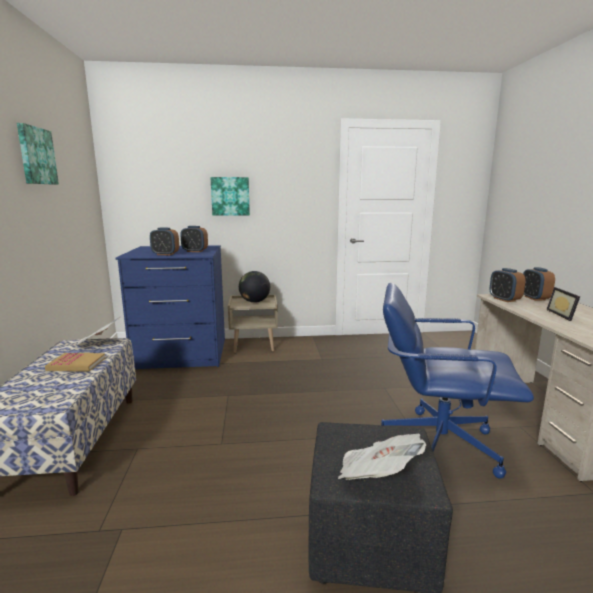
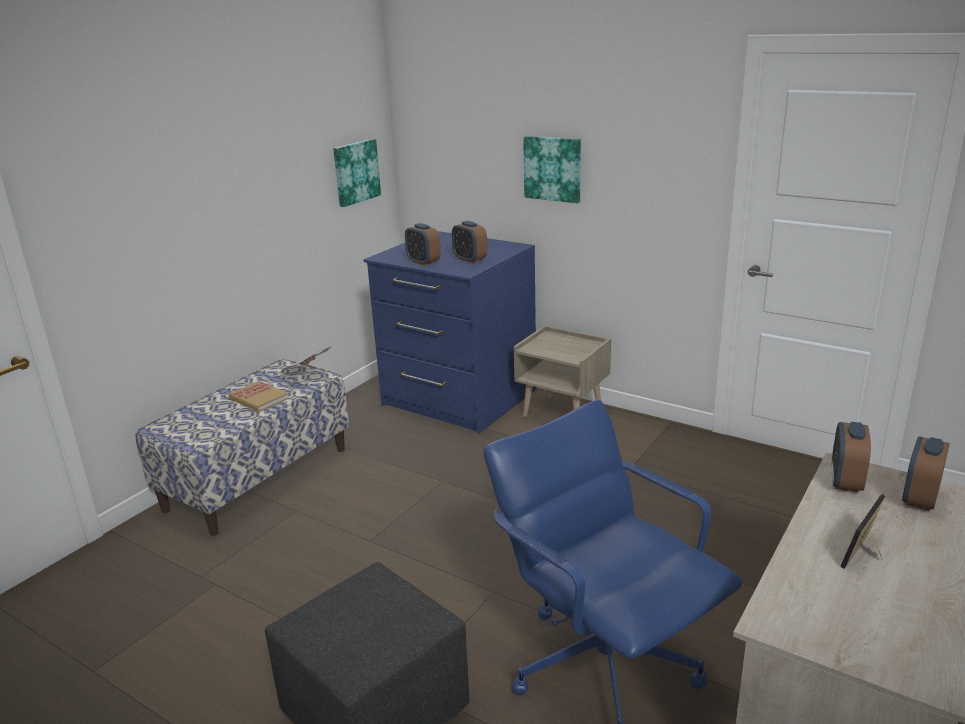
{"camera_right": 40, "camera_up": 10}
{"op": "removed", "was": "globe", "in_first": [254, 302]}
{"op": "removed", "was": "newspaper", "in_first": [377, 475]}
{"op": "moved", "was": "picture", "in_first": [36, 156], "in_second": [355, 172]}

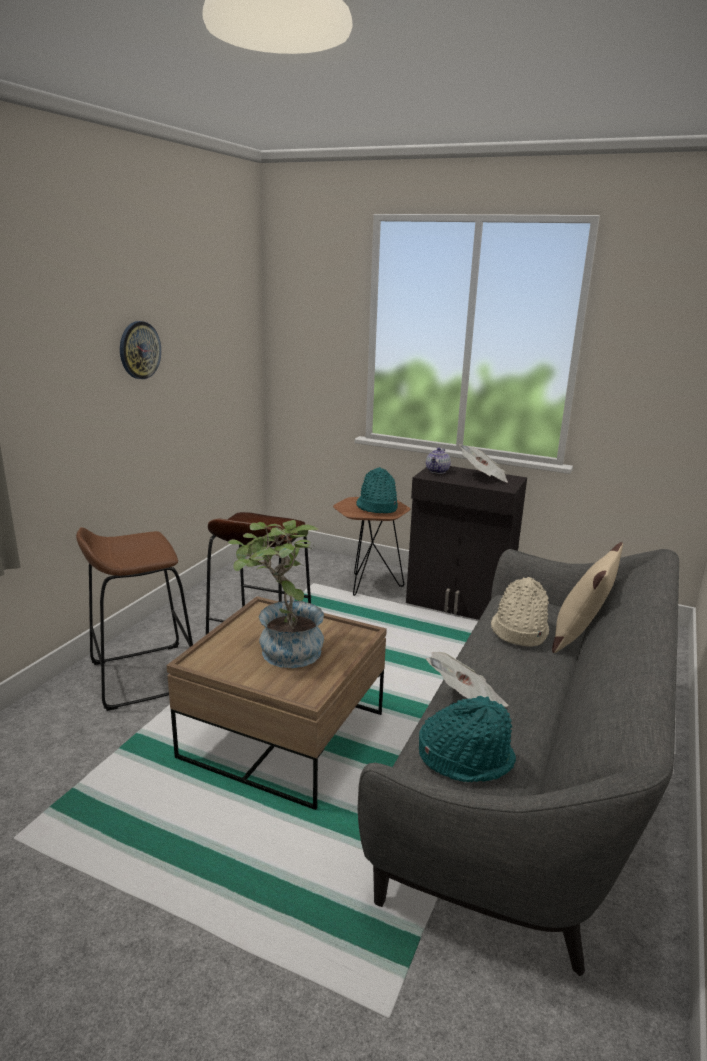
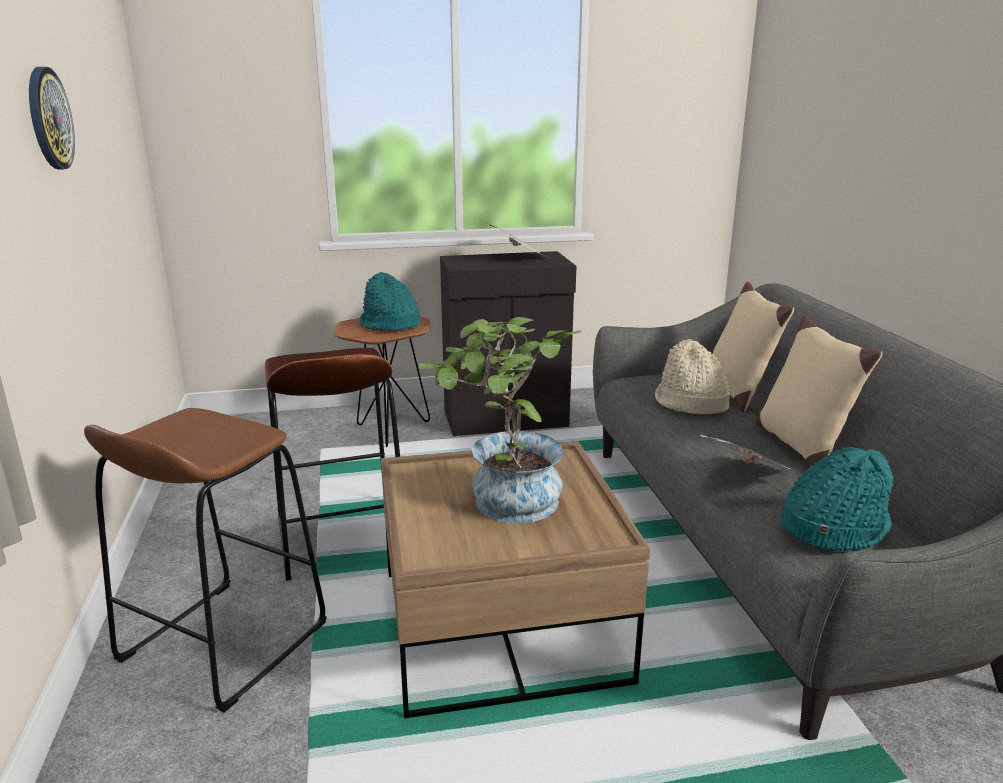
{"camera_right": -35, "camera_up": 0}
{"op": "removed", "was": "teapot", "in_first": [438, 471]}
{"op": "added", "now": "beige pillow", "in_second": [801, 446]}

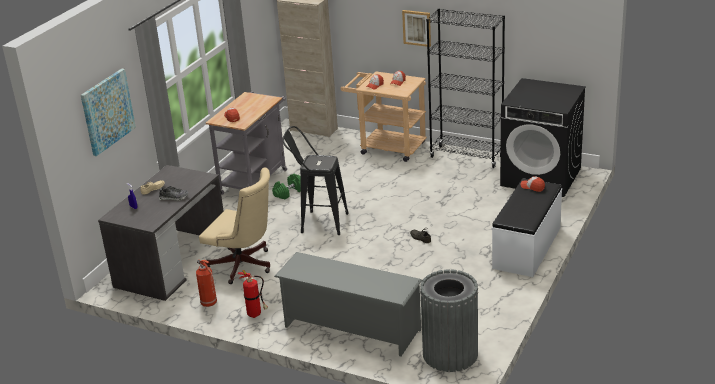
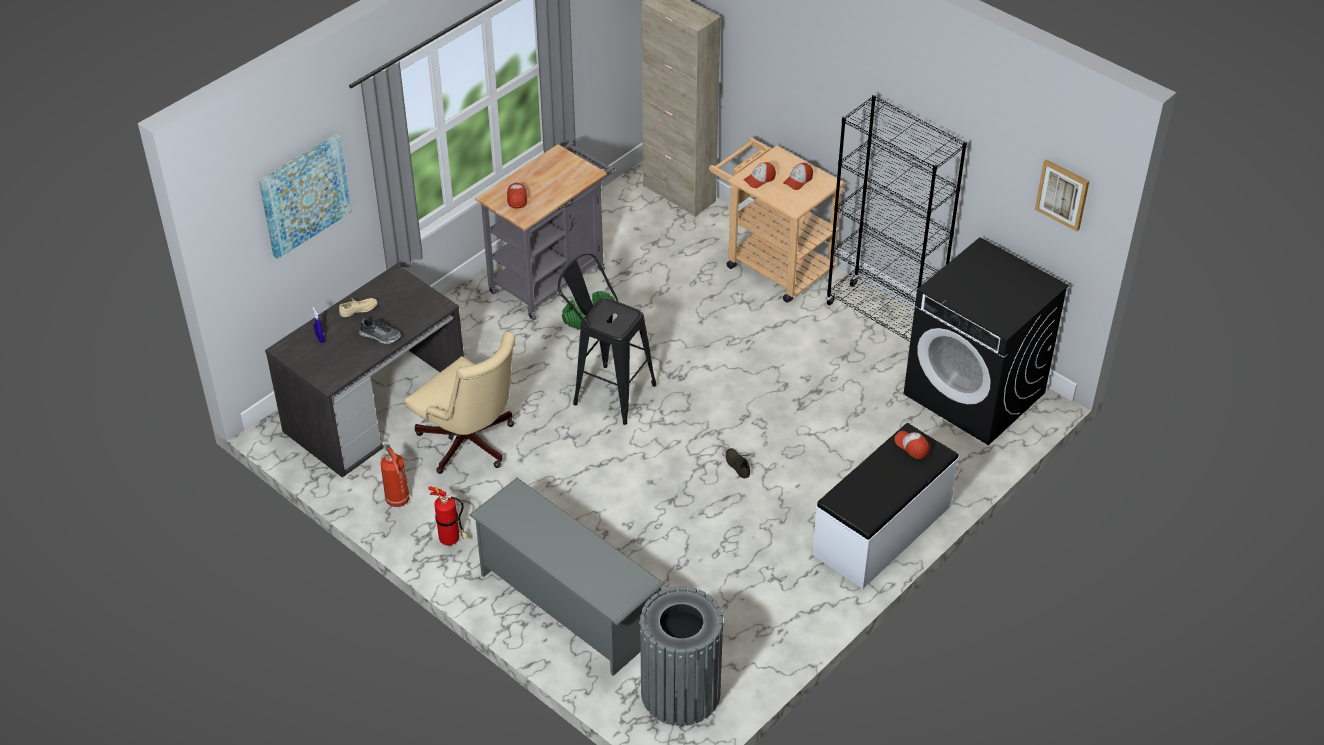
{"camera_right": 15, "camera_up": 15}
{"op": "moved", "was": "picture", "in_first": [417, 28], "in_second": [1063, 194]}

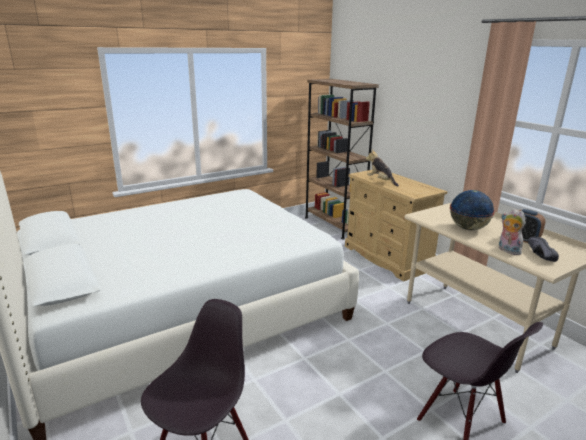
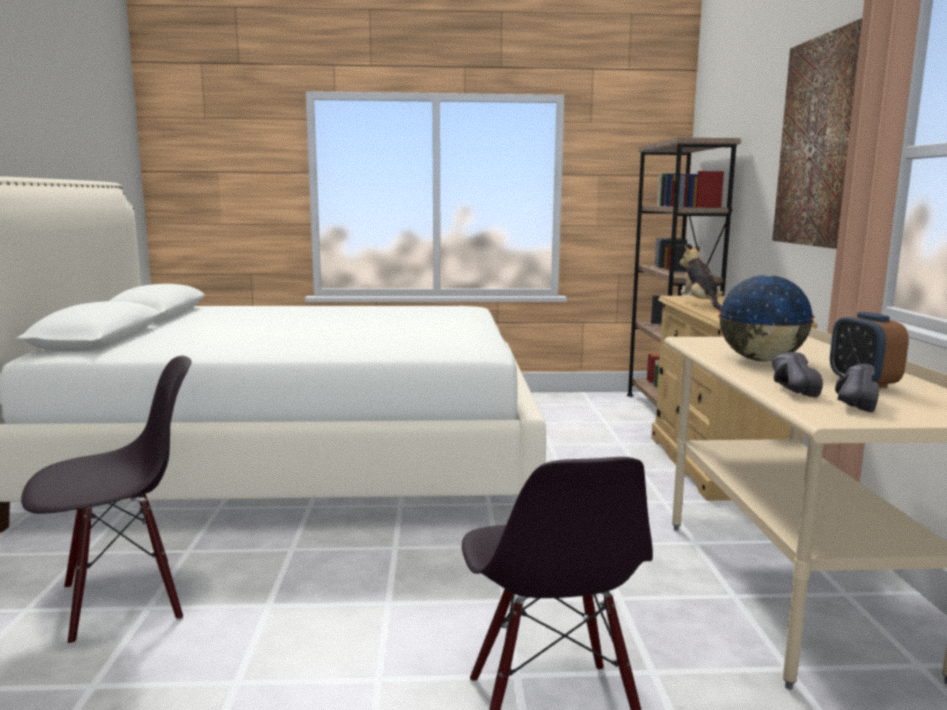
{"camera_right": 30, "camera_up": -10}
{"op": "added", "now": "picture", "in_second": [818, 142]}
{"op": "replaced", "was": "plush toy", "now": "black shoe", "in_first": [507, 250], "in_second": [786, 388]}

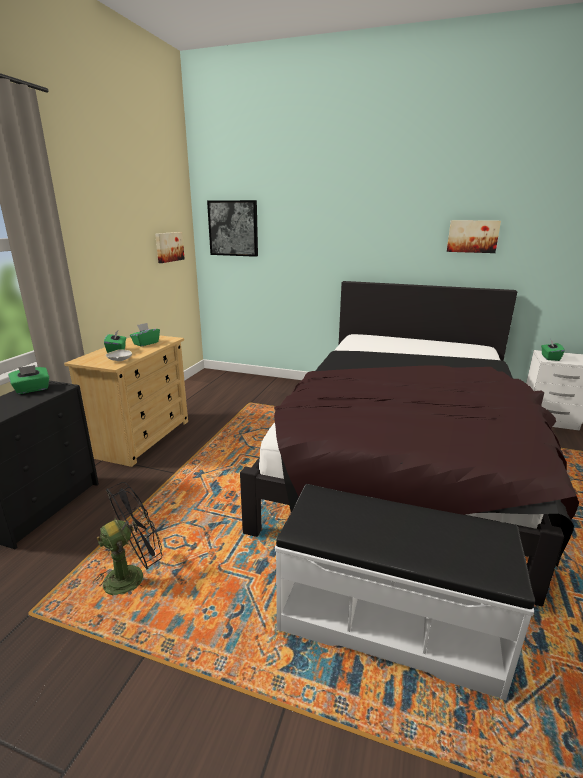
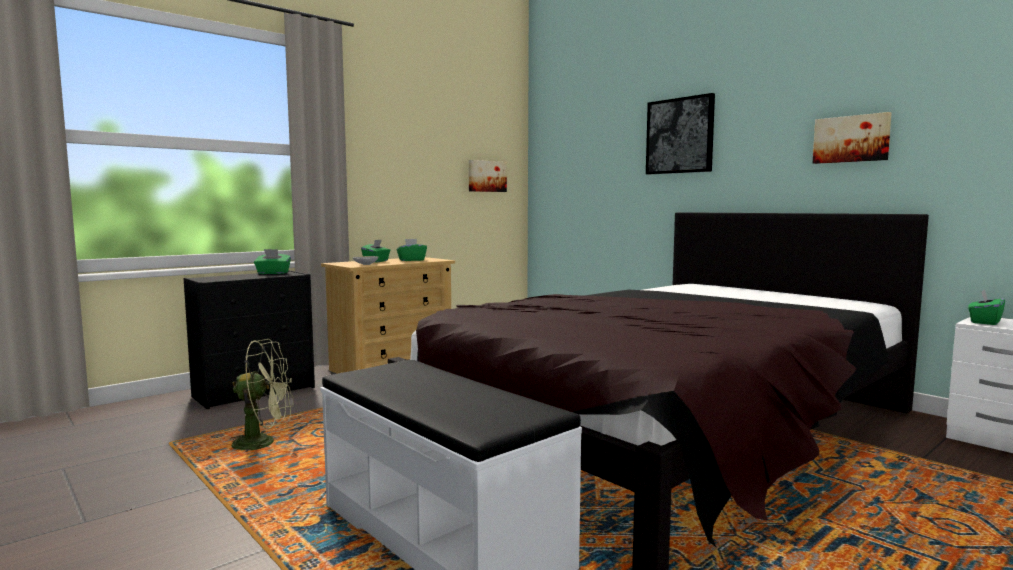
{"camera_right": 30, "camera_up": -15}
{"op": "moved", "was": "picture", "in_first": [233, 228], "in_second": [680, 136]}
{"op": "recoloured", "was": "black fan", "now": "green fan", "in_first": [132, 575], "in_second": [263, 443]}

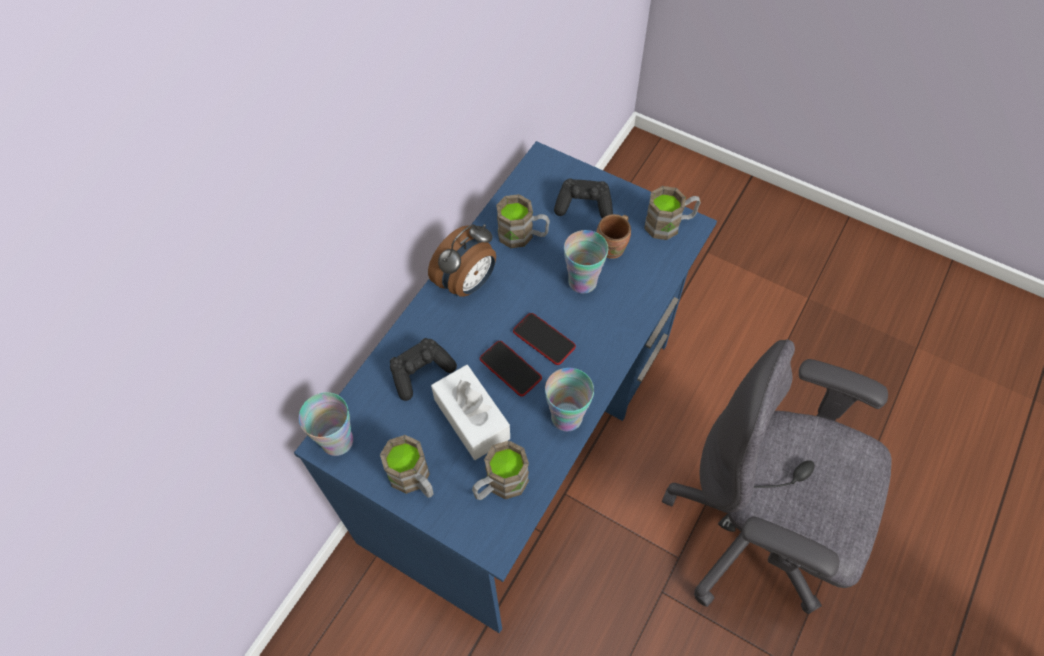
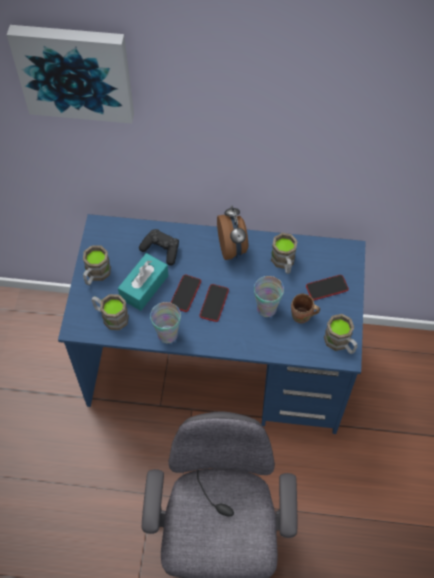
{"camera_right": 65, "camera_up": 0}
{"op": "removed", "was": "cup", "in_first": [337, 441]}
{"op": "added", "now": "picture", "in_second": [75, 71]}
{"op": "replaced", "was": "black game controller", "now": "phone", "in_first": [584, 205], "in_second": [327, 288]}
{"op": "recoloured", "was": "white tissue box", "now": "turquoise tissue box", "in_first": [472, 419], "in_second": [144, 287]}
{"op": "turned", "was": "alarm clock", "in_first": [467, 283], "in_second": [232, 248], "clockwise": -120}

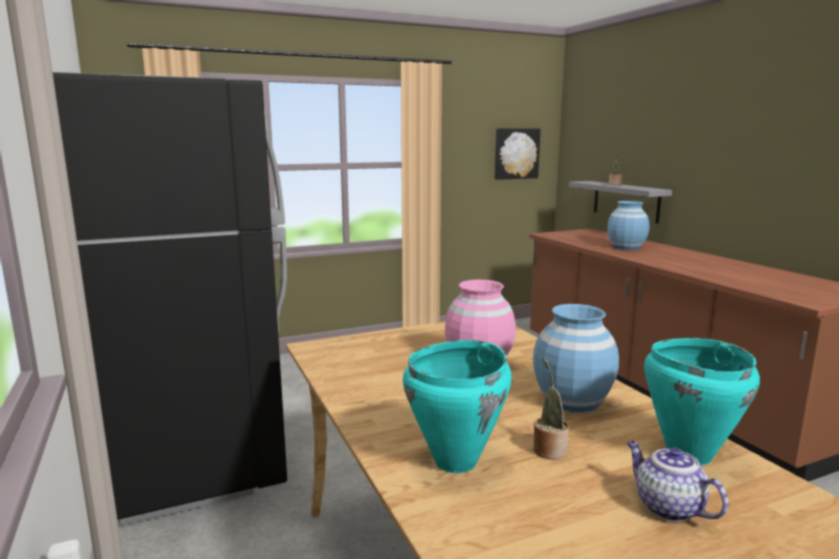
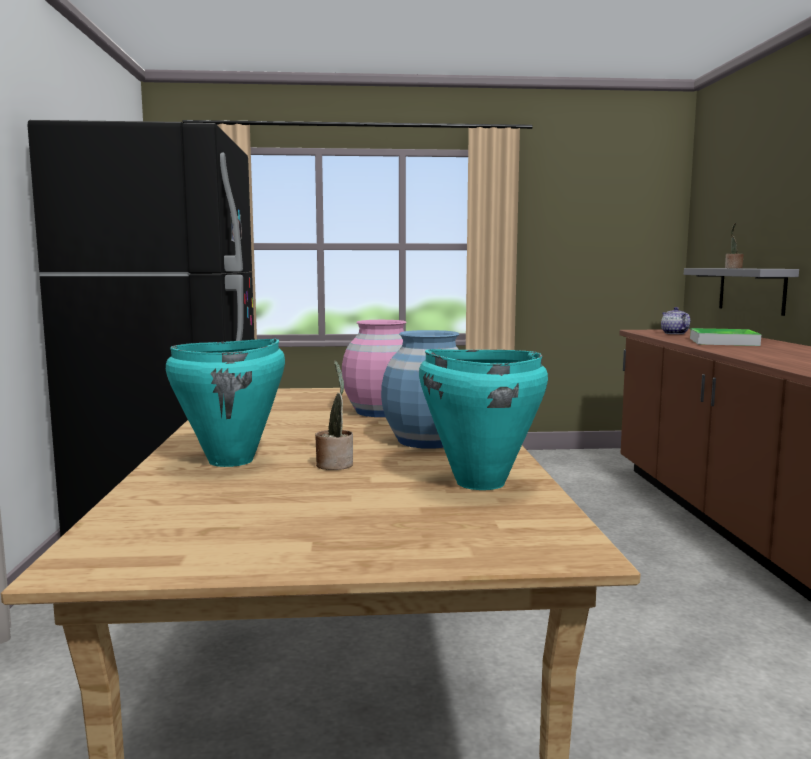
{"camera_right": 20, "camera_up": -5}
{"op": "removed", "was": "picture", "in_first": [516, 153]}
{"op": "moved", "was": "teapot", "in_first": [667, 507], "in_second": [673, 333]}
{"op": "replaced", "was": "blue vase", "now": "tray", "in_first": [626, 247], "in_second": [723, 342]}

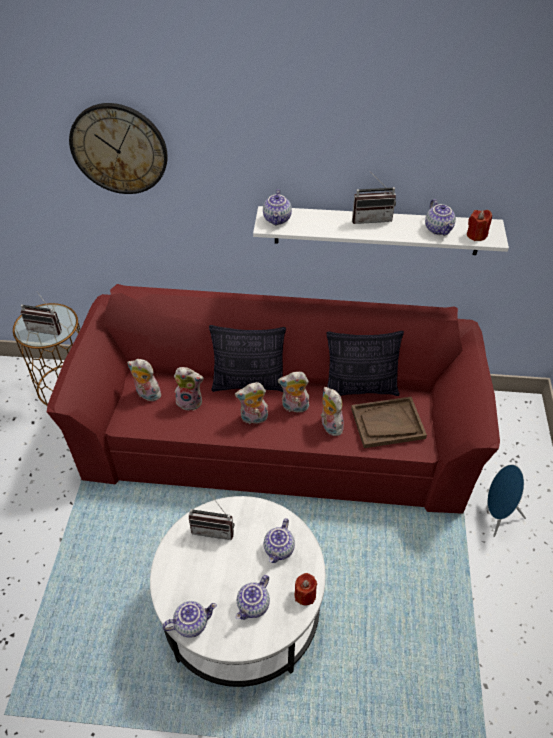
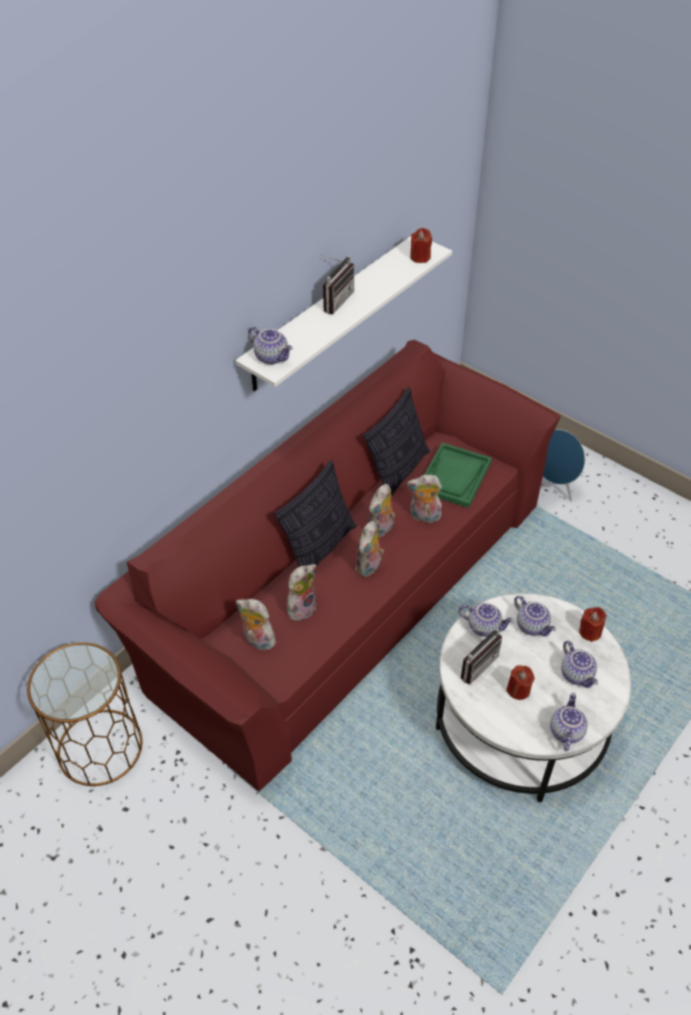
{"camera_right": -55, "camera_up": 0}
{"op": "removed", "was": "radio", "in_first": [47, 328]}
{"op": "removed", "was": "wall clock", "in_first": [119, 149]}
{"op": "added", "now": "red candle", "in_second": [518, 690]}
{"op": "moved", "was": "teapot", "in_first": [439, 229], "in_second": [484, 626]}
{"op": "recoloured", "was": "brown tray", "now": "green tray", "in_first": [387, 423], "in_second": [454, 477]}
{"op": "turned", "was": "plush toy", "in_first": [147, 395], "in_second": [257, 640], "clockwise": 60}

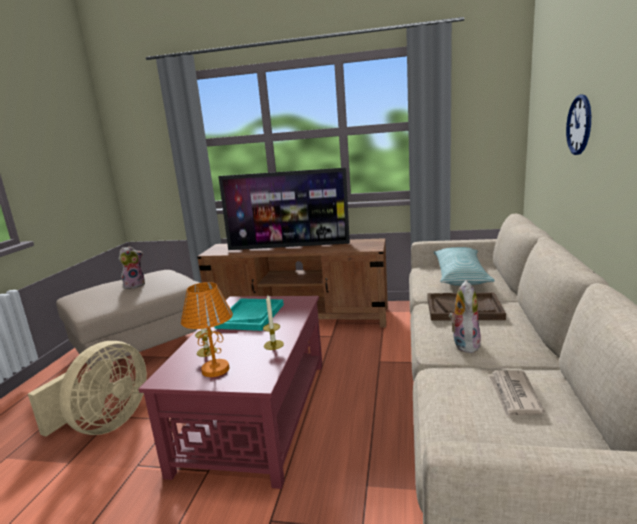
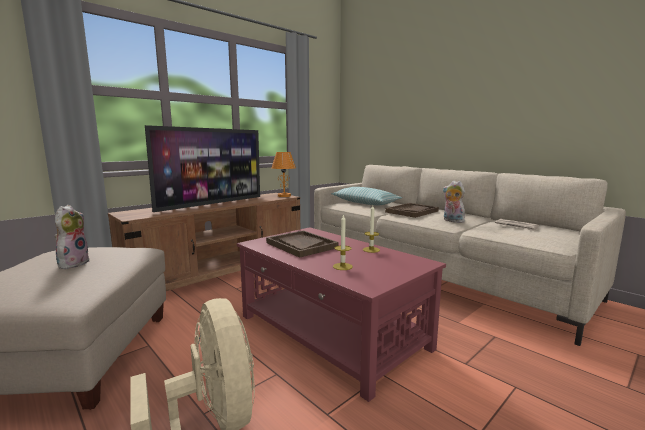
{"camera_right": -55, "camera_up": -5}
{"op": "removed", "was": "wall clock", "in_first": [579, 125]}
{"op": "moved", "was": "orange table lamp", "in_first": [216, 369], "in_second": [284, 196]}
{"op": "recoloured", "was": "turquoise tray", "now": "brown tray", "in_first": [250, 316], "in_second": [301, 245]}

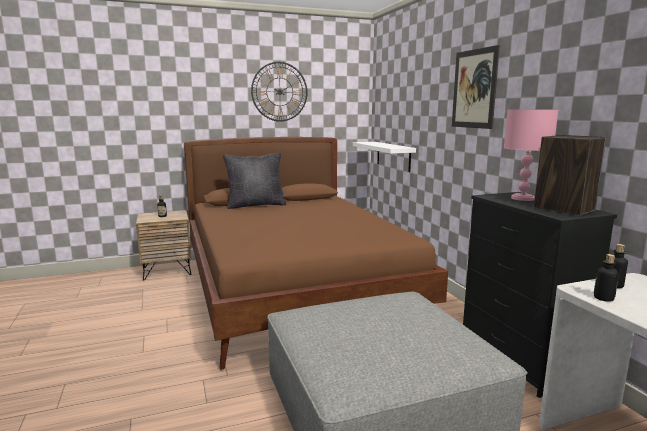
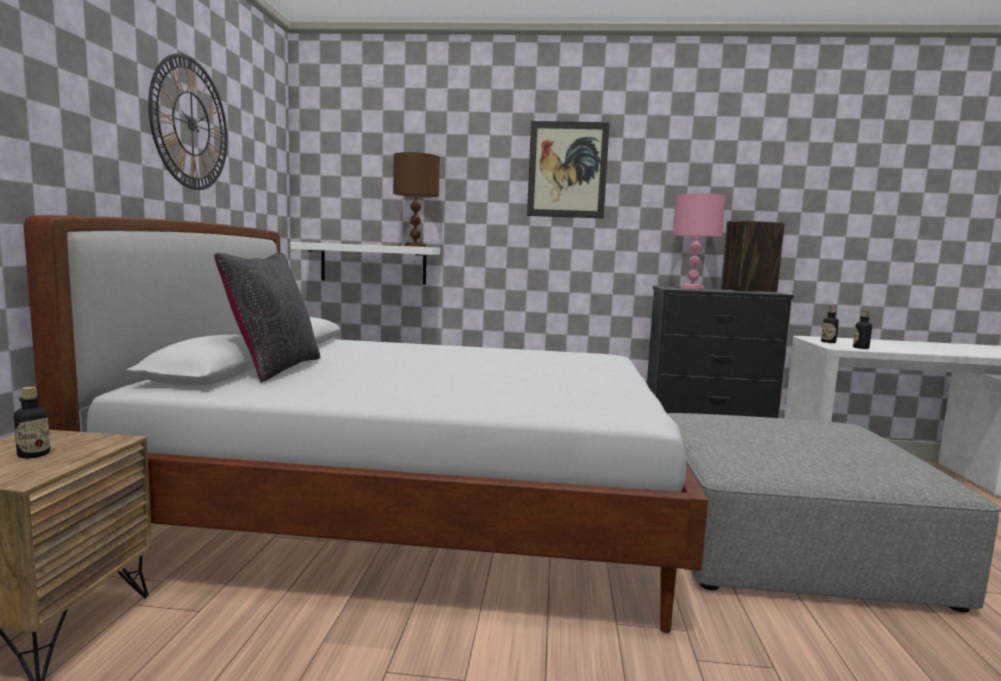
{"camera_right": -65, "camera_up": -5}
{"op": "added", "now": "brown table lamp", "in_second": [415, 246]}
{"op": "recoloured", "was": "brown bed", "now": "white bed", "in_first": [294, 290], "in_second": [413, 509]}

